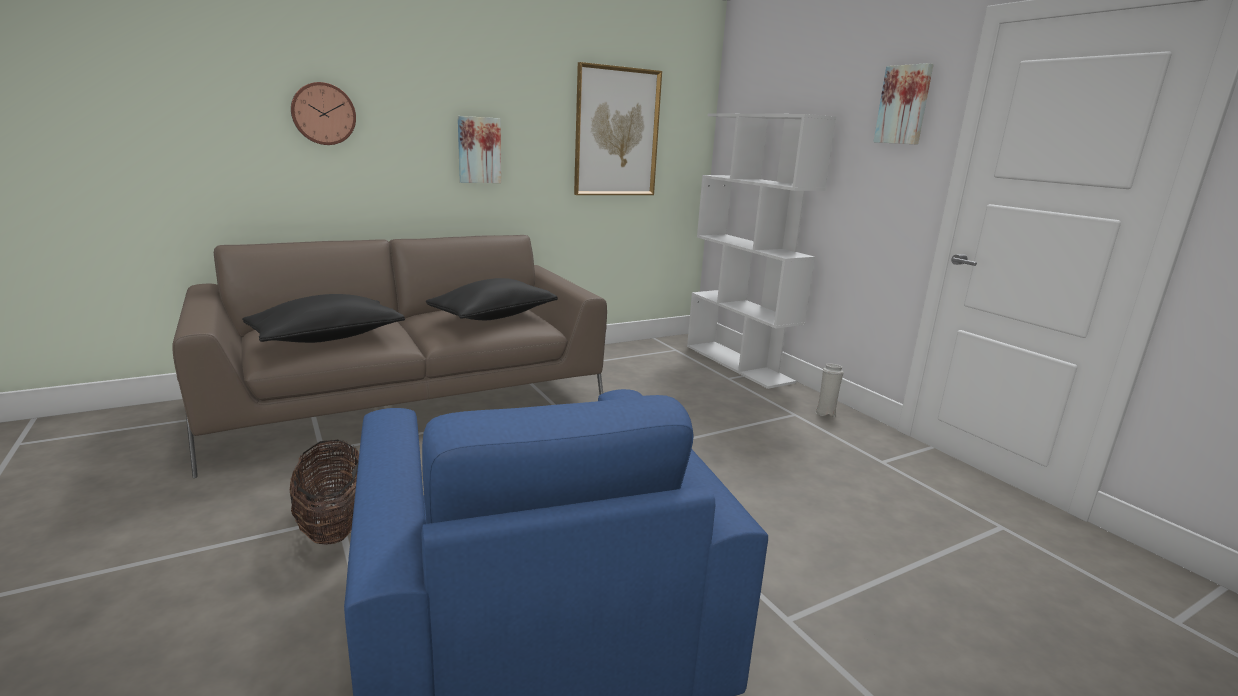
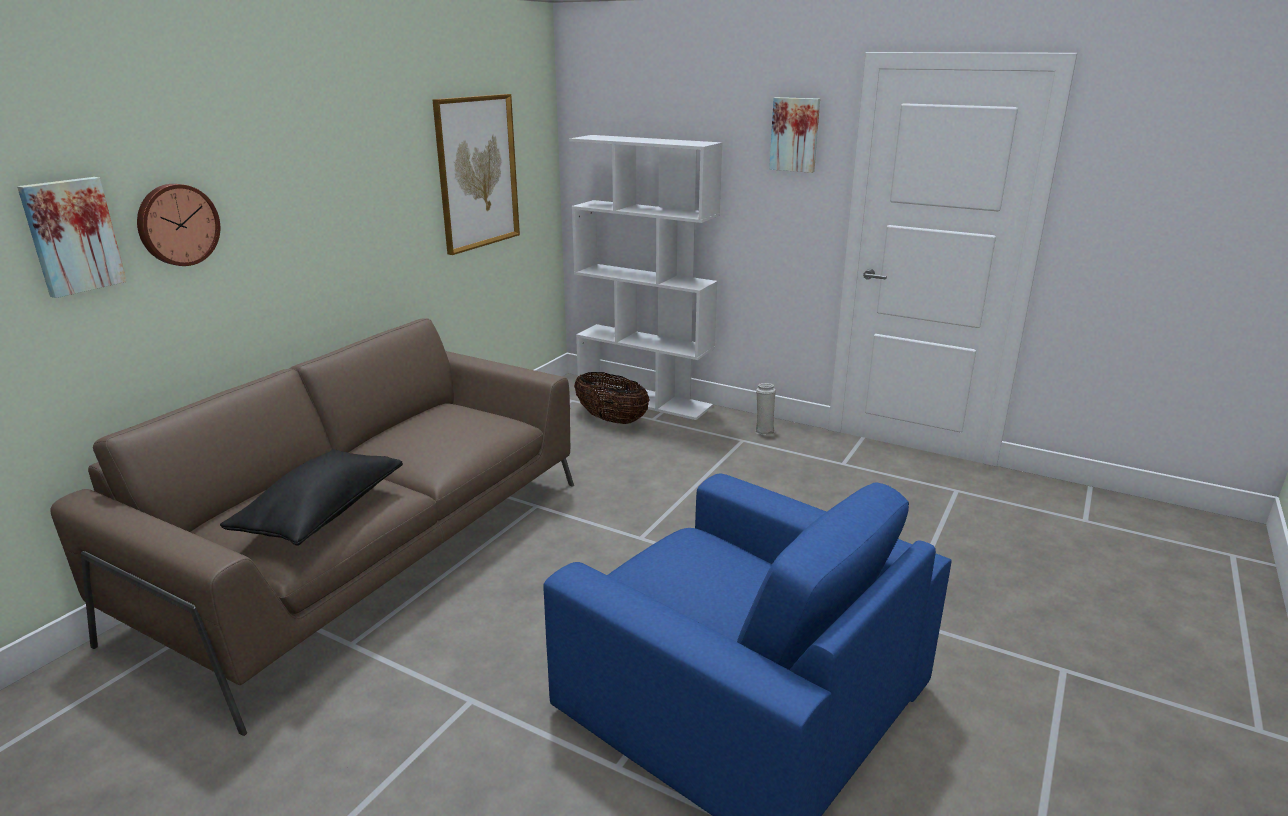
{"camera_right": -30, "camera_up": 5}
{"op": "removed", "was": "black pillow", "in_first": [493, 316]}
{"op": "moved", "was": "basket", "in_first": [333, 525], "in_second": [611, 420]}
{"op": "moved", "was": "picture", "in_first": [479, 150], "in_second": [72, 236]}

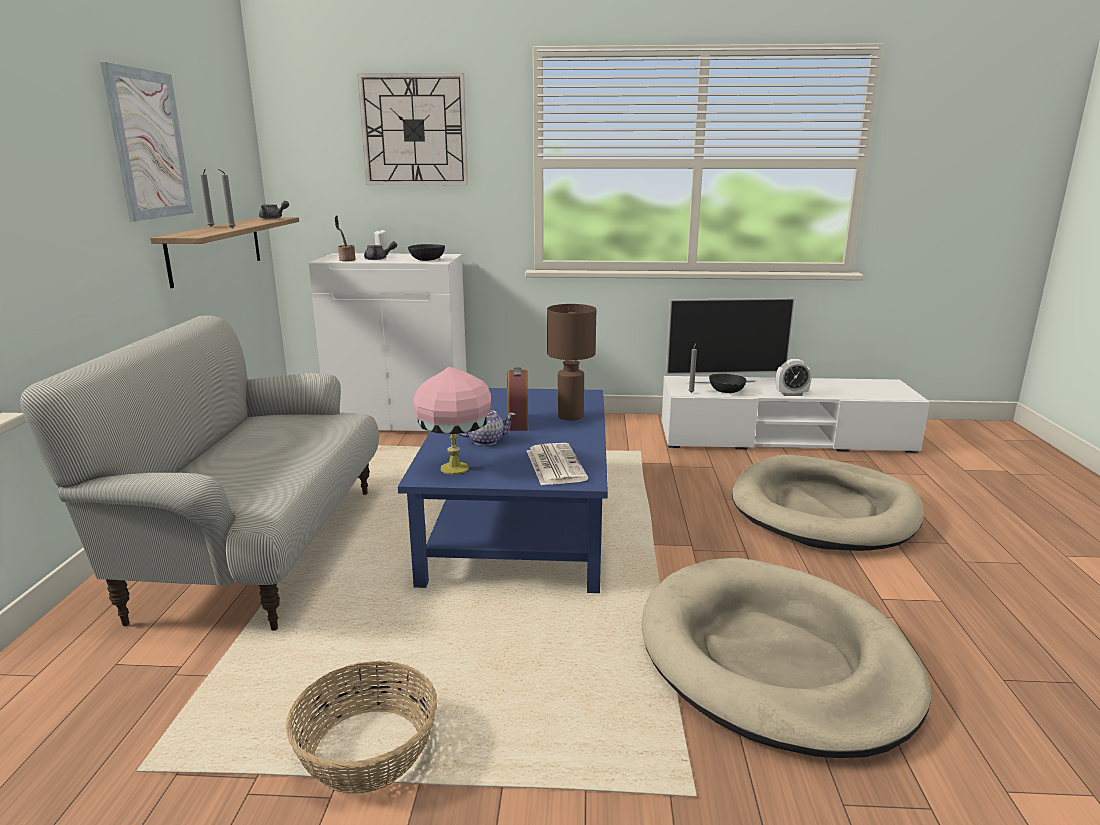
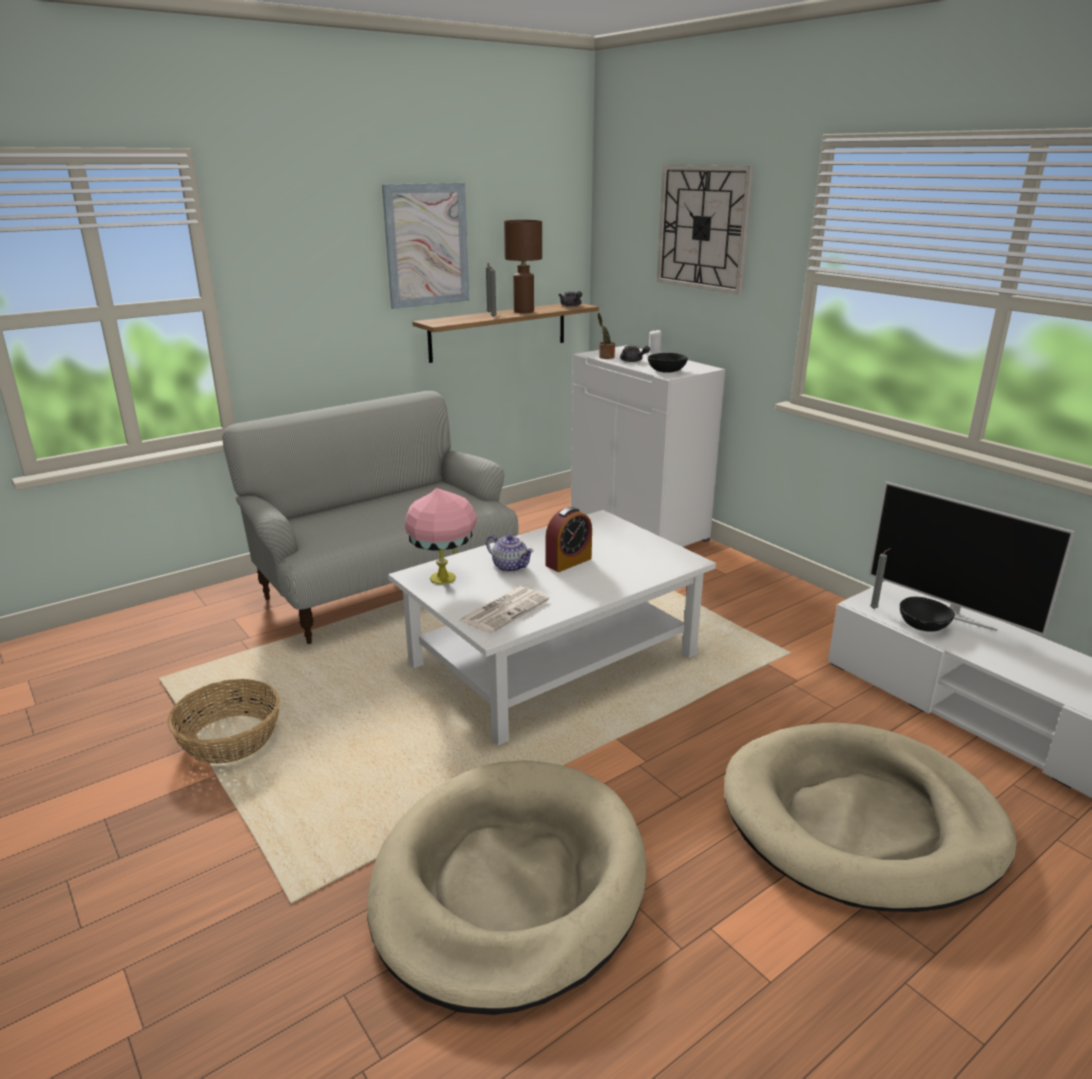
{"camera_right": 50, "camera_up": 5}
{"op": "removed", "was": "alarm clock", "in_first": [791, 394]}
{"op": "moved", "was": "brown table lamp", "in_first": [570, 416], "in_second": [523, 311]}
{"op": "recoloured", "was": "blue coffee table", "now": "white coffee table", "in_first": [518, 524], "in_second": [553, 659]}

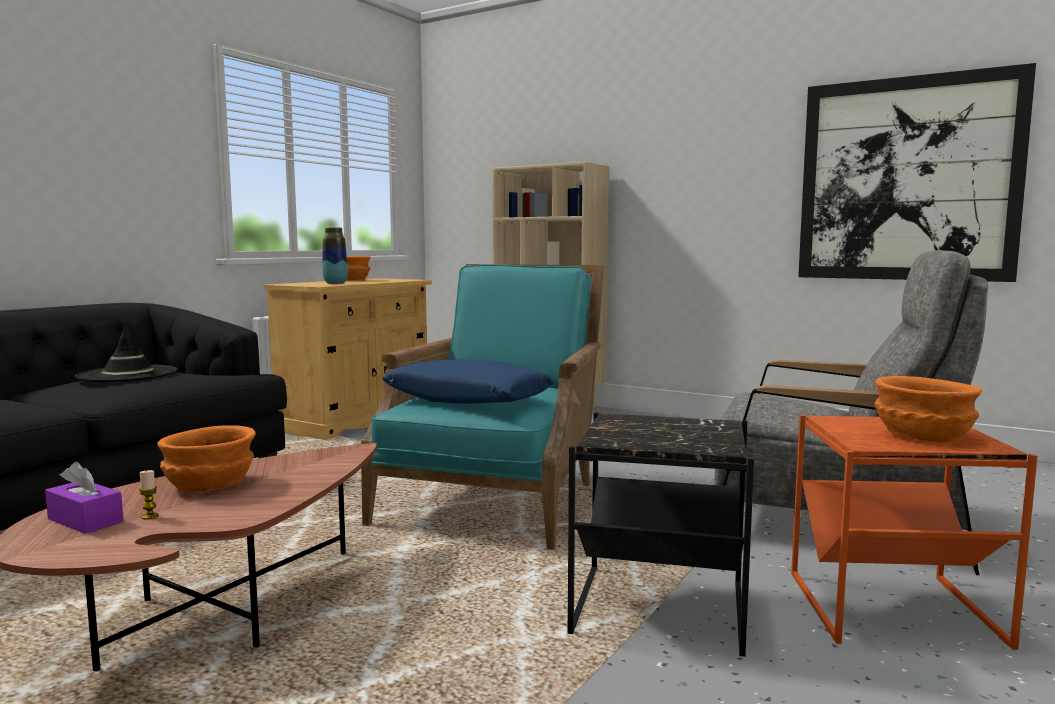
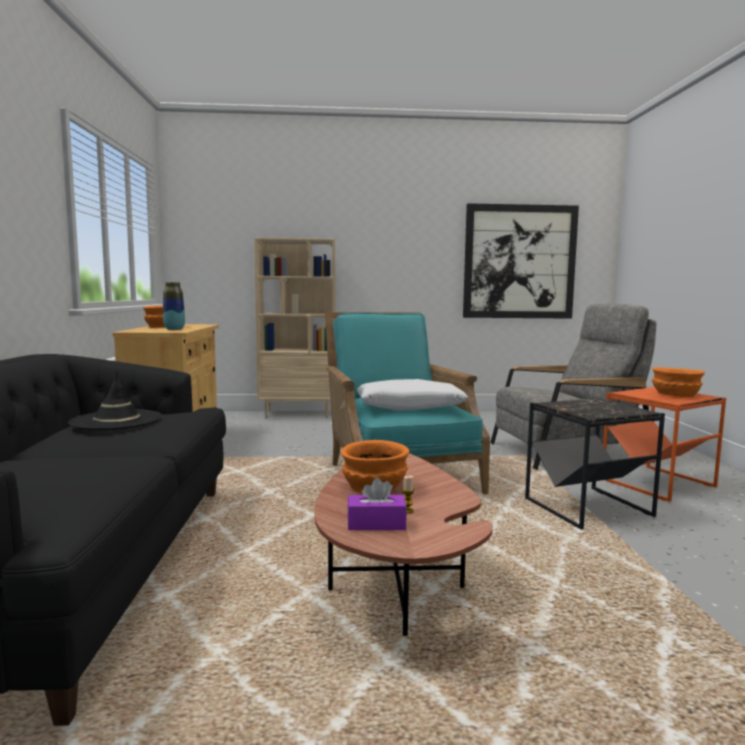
{"camera_right": -35, "camera_up": 0}
{"op": "recoloured", "was": "blue pillow", "now": "white pillow", "in_first": [467, 399], "in_second": [410, 406]}

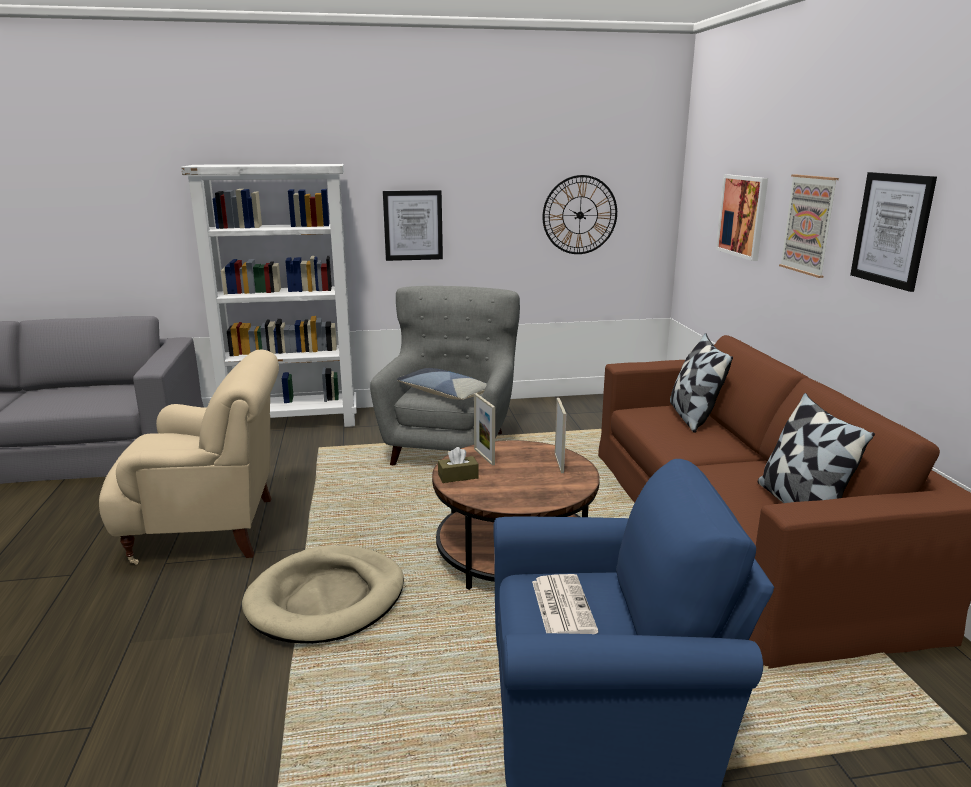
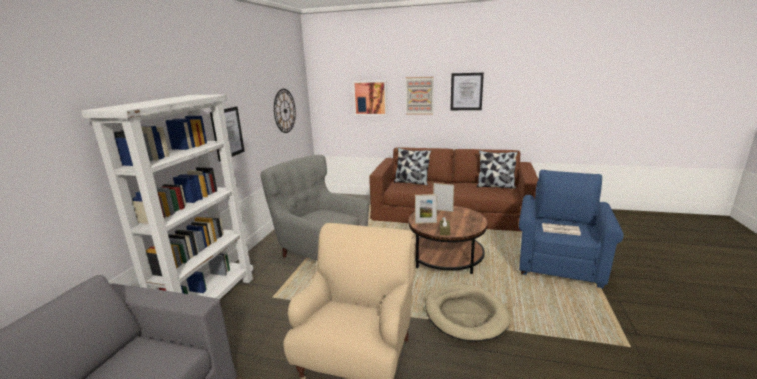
{"camera_right": -65, "camera_up": 0}
{"op": "removed", "was": "pillow", "in_first": [444, 393]}

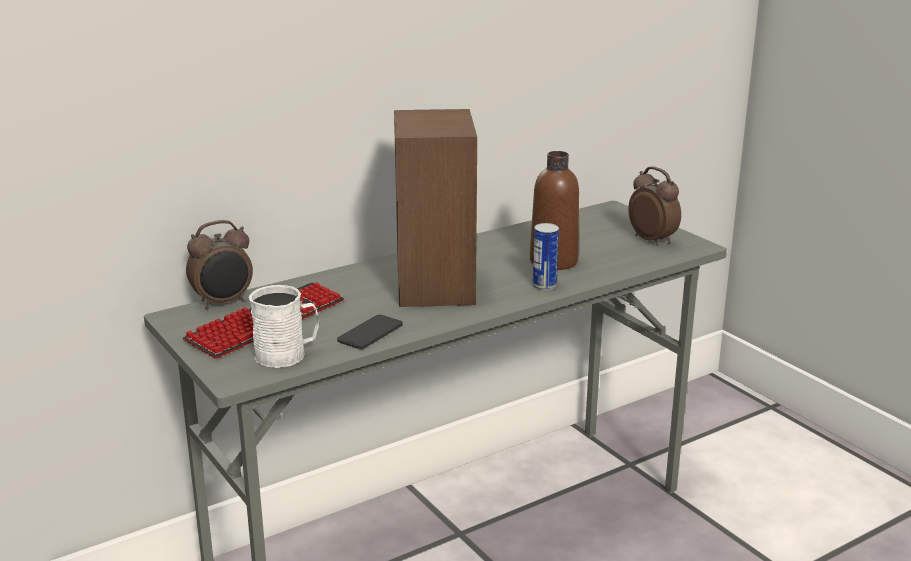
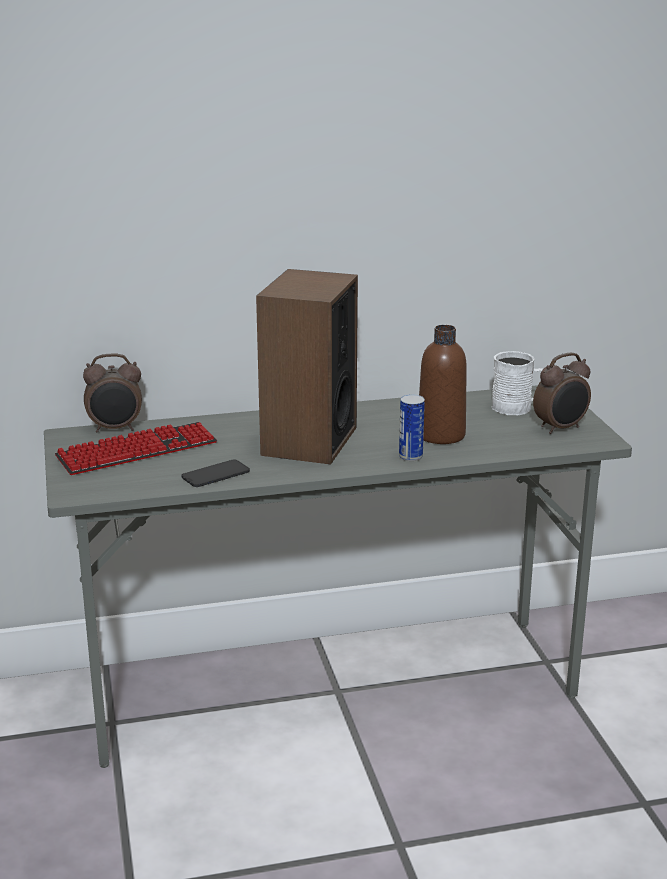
{"camera_right": 20, "camera_up": 0}
{"op": "moved", "was": "white mug", "in_first": [287, 354], "in_second": [517, 407]}
{"op": "turned", "was": "alarm clock", "in_first": [652, 240], "in_second": [561, 428], "clockwise": 75}

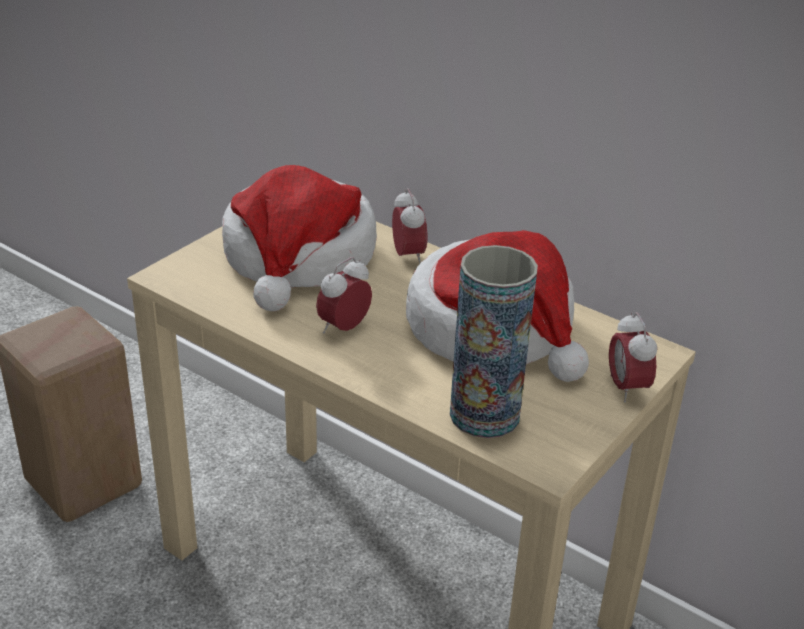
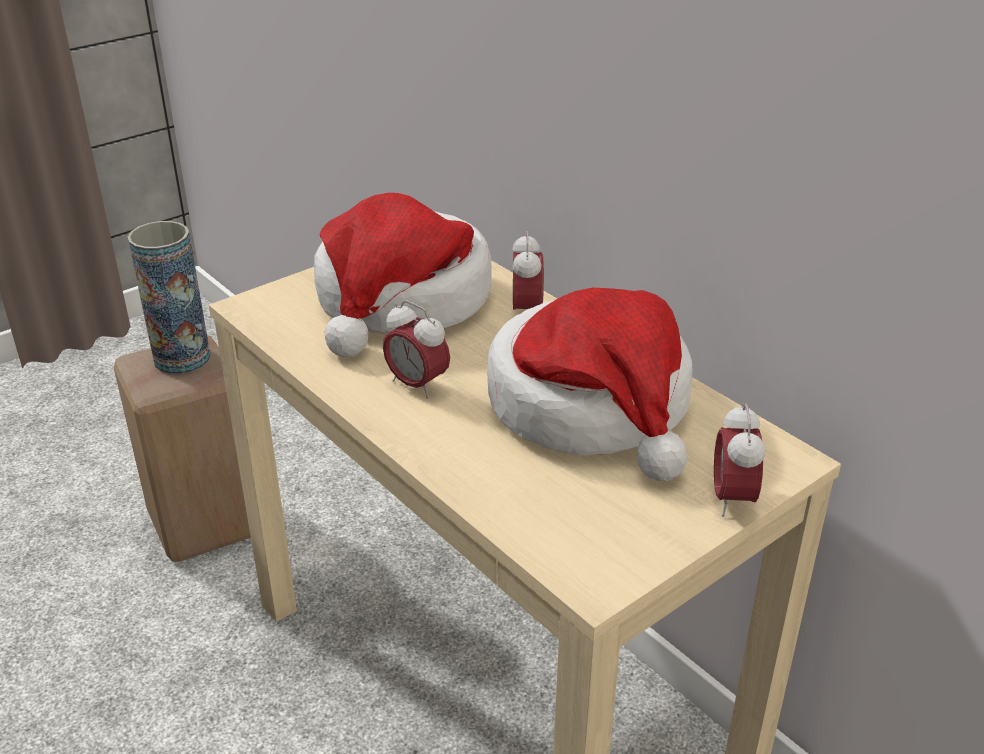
{"camera_right": 15, "camera_up": 0}
{"op": "moved", "was": "vase", "in_first": [484, 415], "in_second": [182, 358]}
{"op": "turned", "was": "alarm clock", "in_first": [344, 328], "in_second": [417, 385], "clockwise": -105}

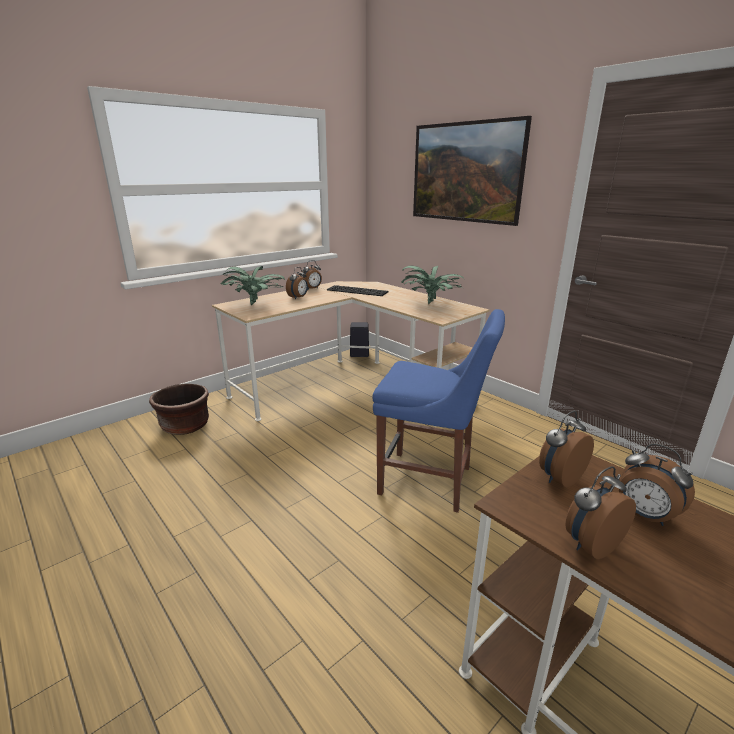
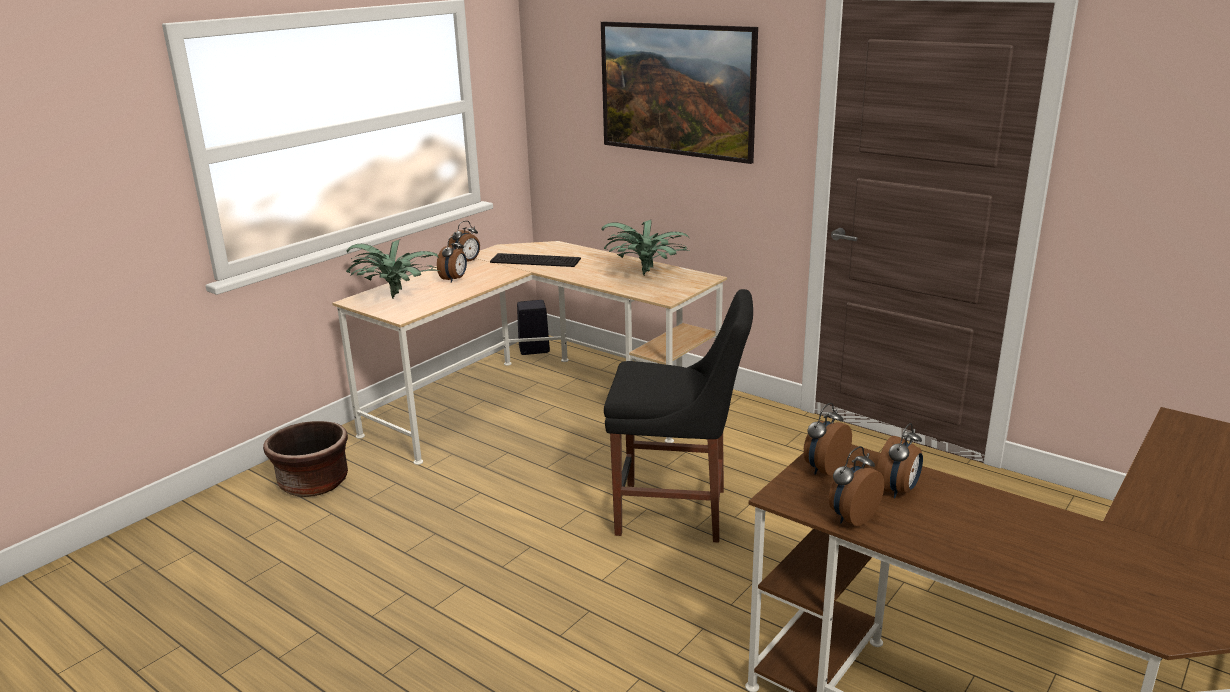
{"camera_right": -10, "camera_up": 0}
{"op": "recoloured", "was": "blue chair", "now": "black chair", "in_first": [430, 481], "in_second": [678, 512]}
{"op": "turned", "was": "alarm clock", "in_first": [644, 516], "in_second": [898, 491], "clockwise": -90}

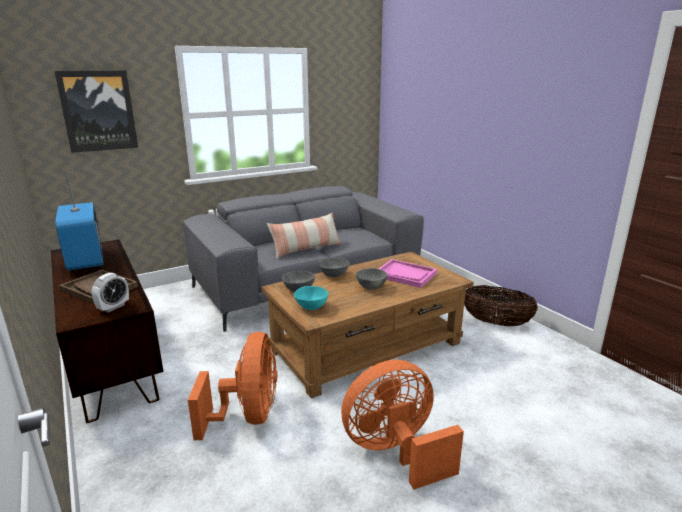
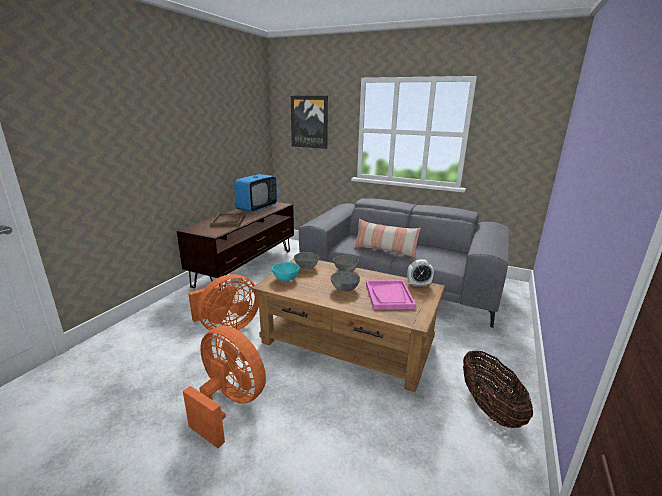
{"camera_right": 55, "camera_up": 0}
{"op": "moved", "was": "alarm clock", "in_first": [113, 307], "in_second": [418, 284]}

